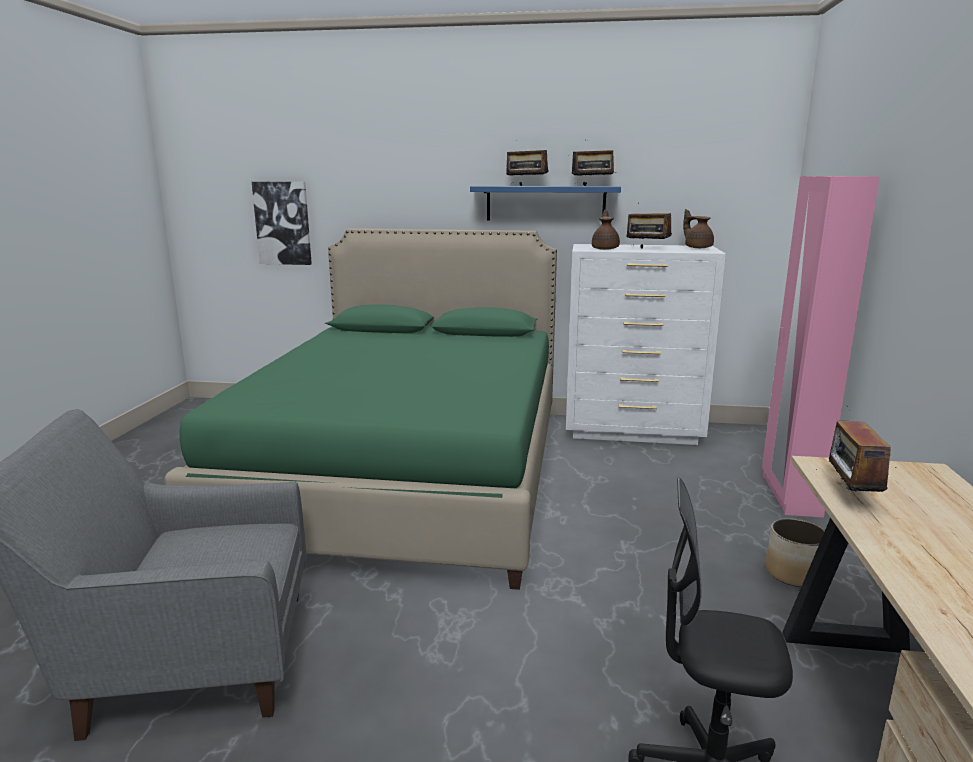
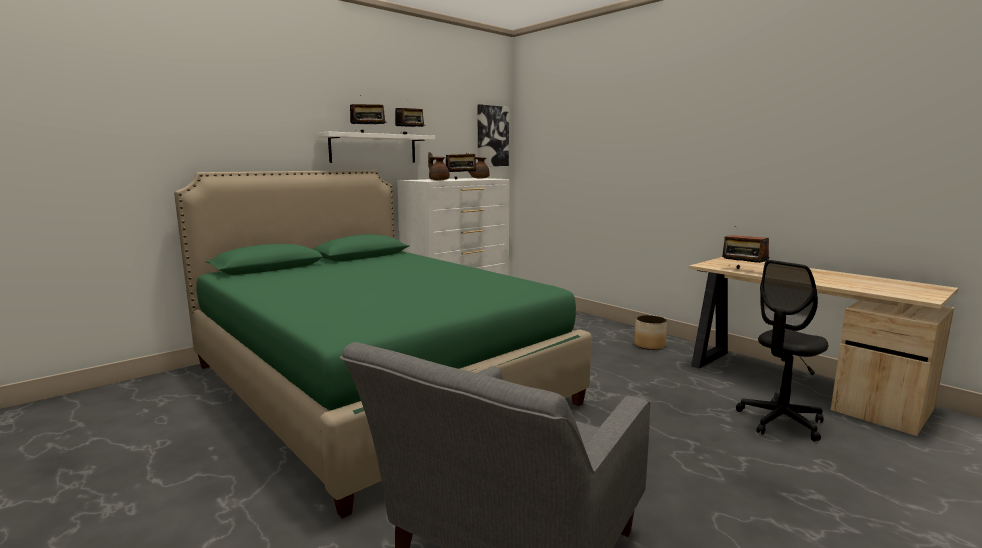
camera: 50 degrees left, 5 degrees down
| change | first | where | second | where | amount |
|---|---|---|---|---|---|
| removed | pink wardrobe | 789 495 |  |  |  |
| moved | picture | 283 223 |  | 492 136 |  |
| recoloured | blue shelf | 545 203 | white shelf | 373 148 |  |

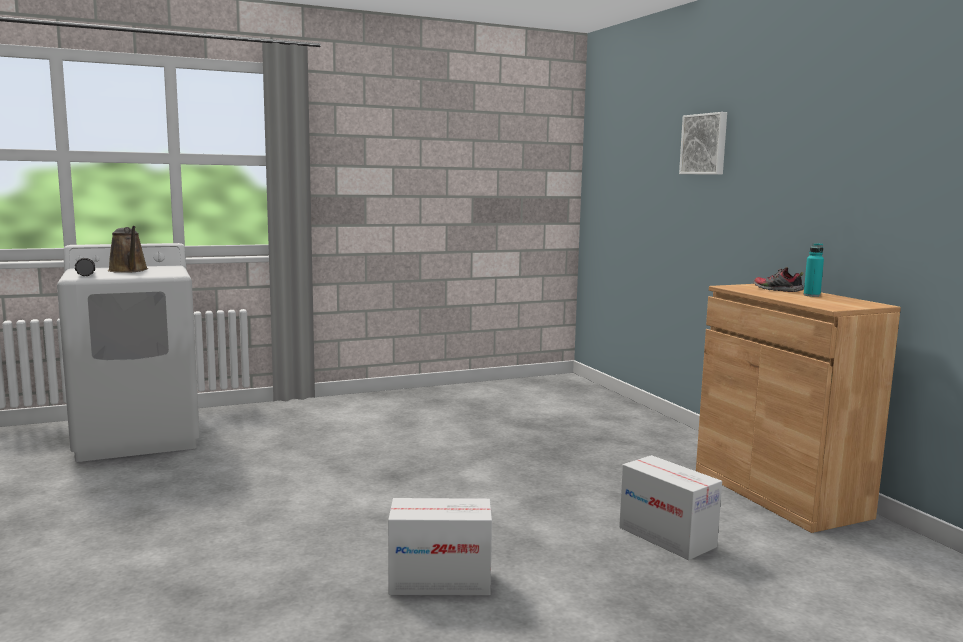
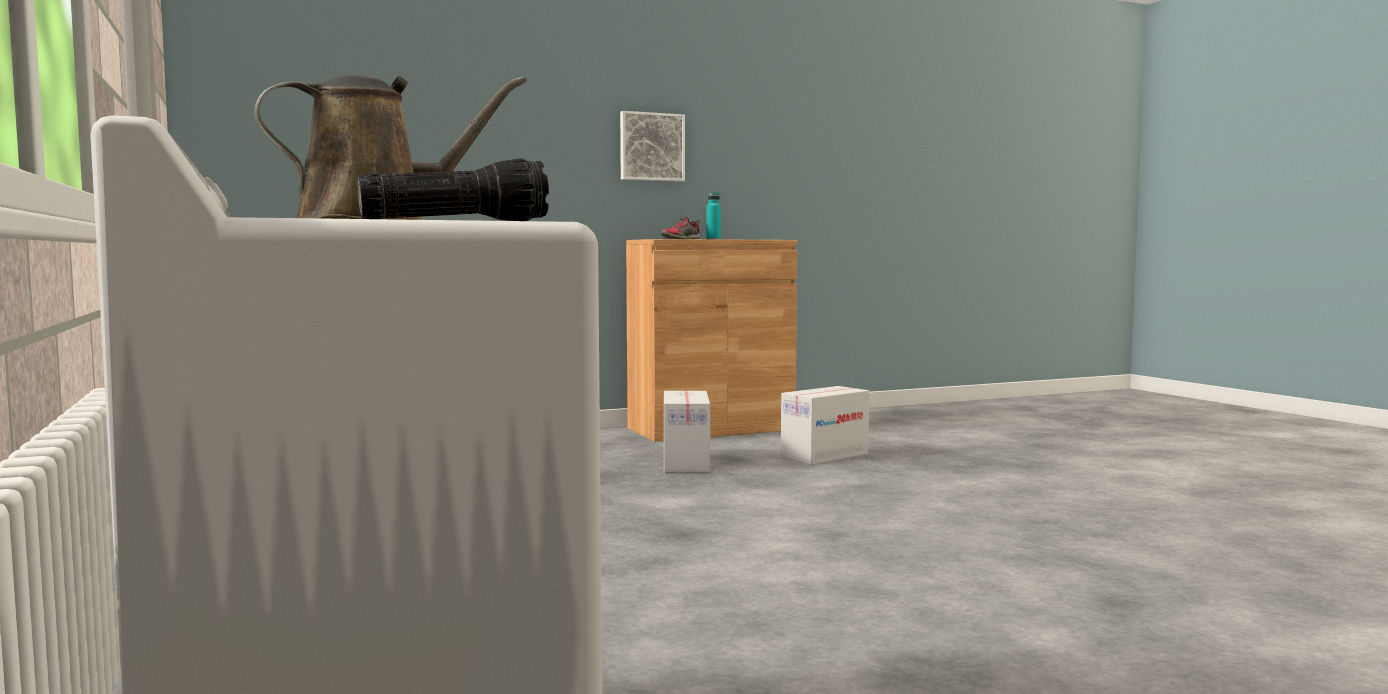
camera: 90 degrees left, 5 degrees down
| change | first | where | second | where | amount |
|---|---|---|---|---|---|
| moved | cardboard box | 440 581 |  | 685 463 |  |
| moved | picture | 705 144 |  | 651 147 |  |

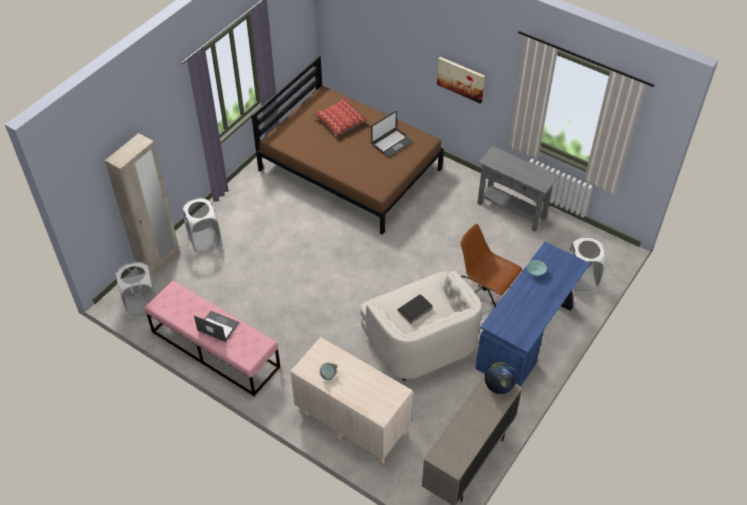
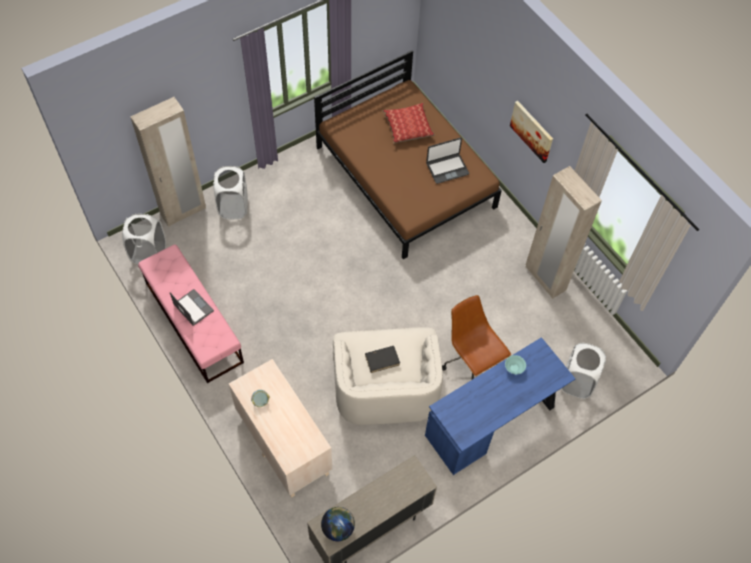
camera: 20 degrees right, 10 degrees up
| change | first | where | second | where | amount |
|---|---|---|---|---|---|
| moved | globe | 498 386 |  | 338 528 |  |
| replaced | grey console table | 511 210 | beige wardrobe | 545 279 |  |

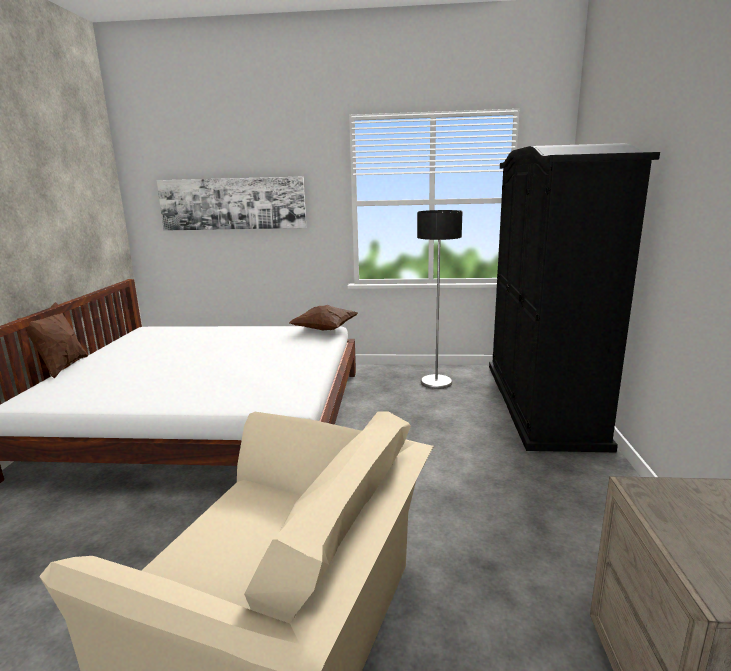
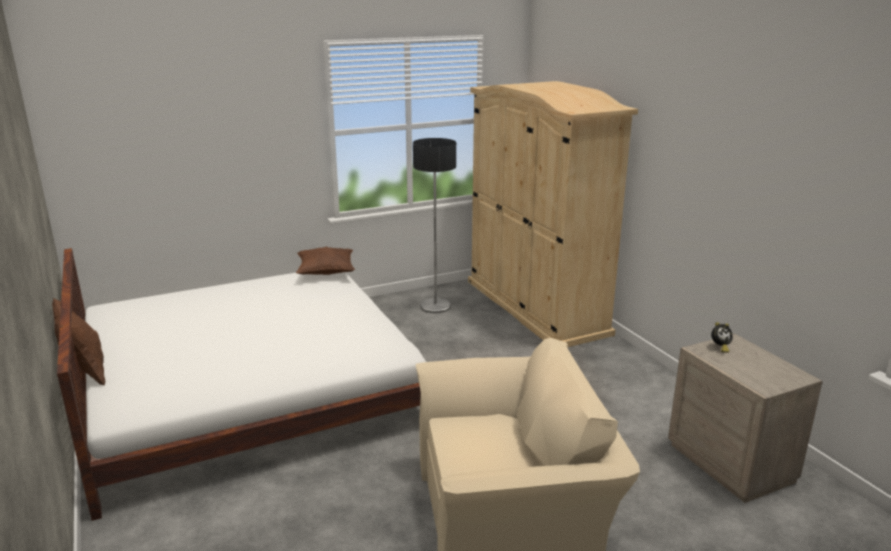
camera: 30 degrees left, 5 degrees up
| change | first | where | second | where | amount |
|---|---|---|---|---|---|
| removed | picture | 232 204 |  |  |  |
| added |  |  | alarm clock | 719 347 |  |
| recoloured | black wardrobe | 541 402 | beige wardrobe | 535 306 |  |

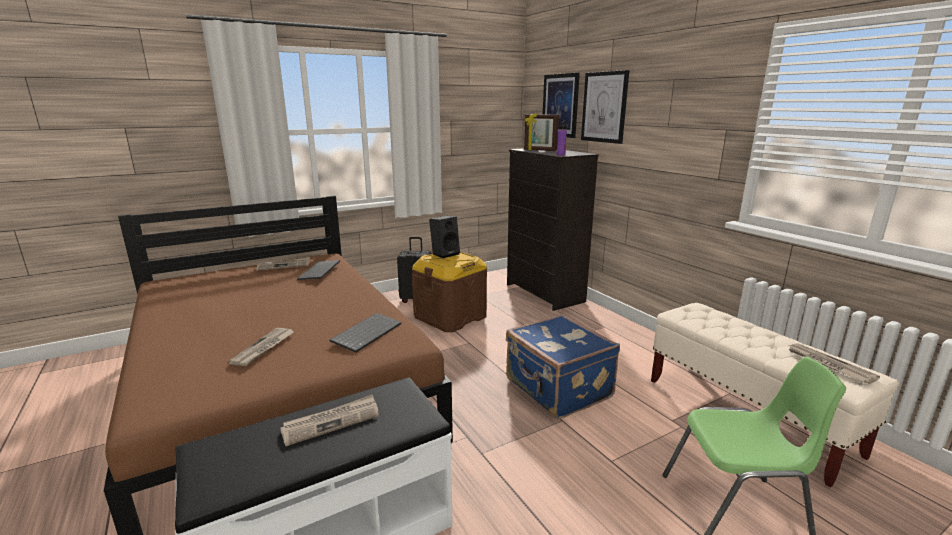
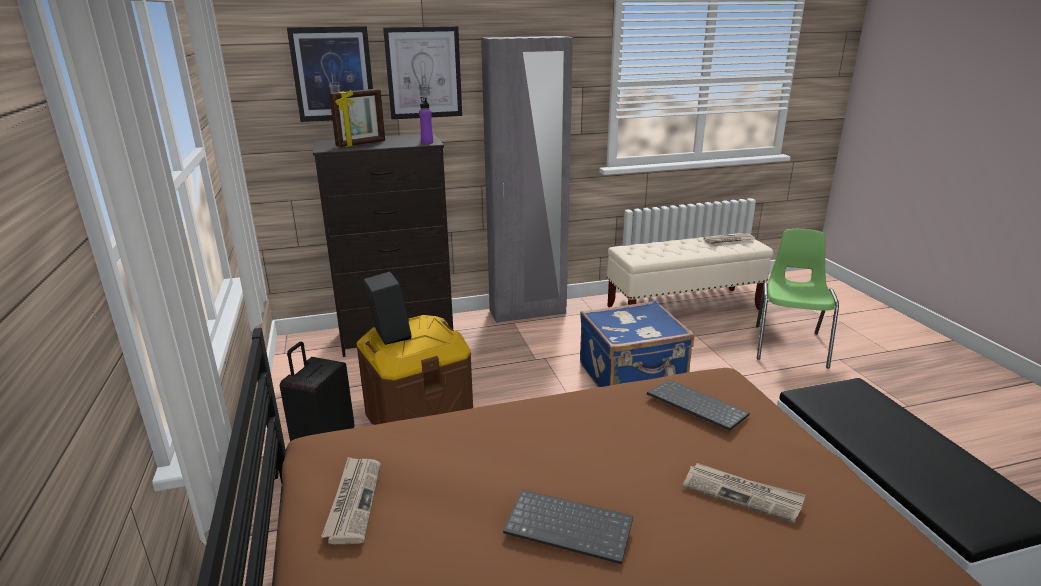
camera: 75 degrees left, 5 degrees up
| change | first | where | second | where | amount |
|---|---|---|---|---|---|
| removed | newspaper | 332 421 |  |  |  |
| added |  |  | grey wardrobe | 527 312 |  |
| moved | keyboard | 320 271 |  | 570 526 |  |

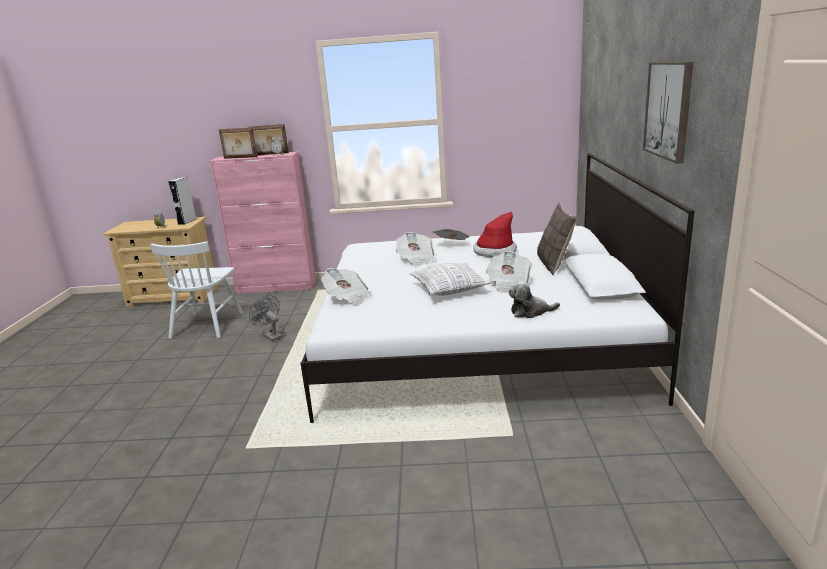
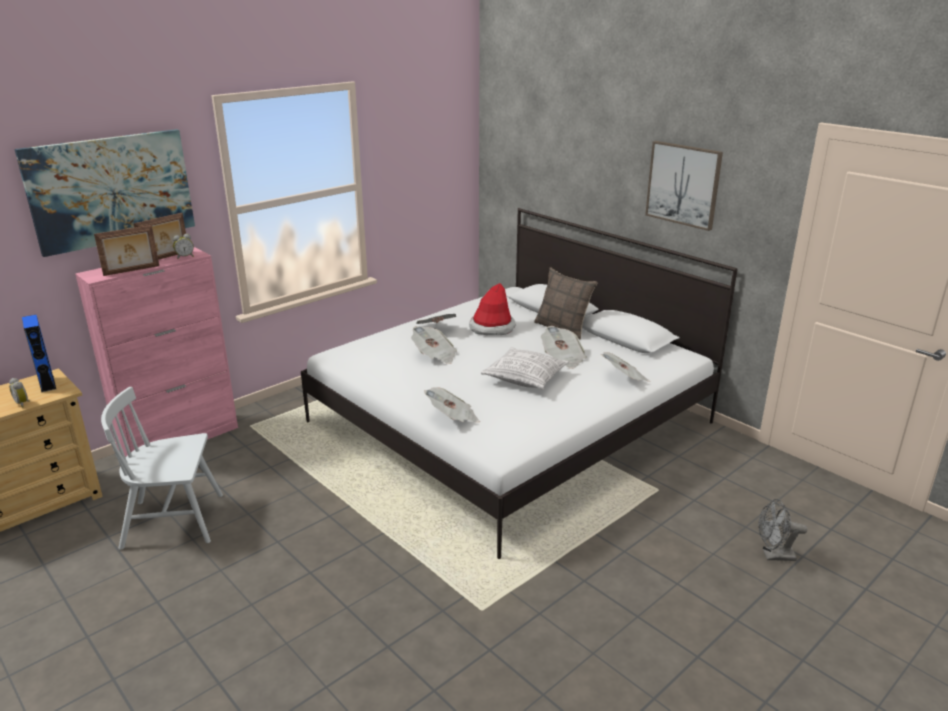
camera: 45 degrees left, 5 degrees up
| change | first | where | second | where | amount |
|---|---|---|---|---|---|
| added |  |  | picture | 111 190 |  |
| moved | grey fan | 270 336 |  | 773 555 |  |
| replaced | plush toy | 530 312 | newspaper | 624 379 |  |
| recoloured | grey speaker | 187 221 | blue speaker | 47 384 |  |
| turned | white chair | 207 325 |  | 174 521 | 120 degrees clockwise |

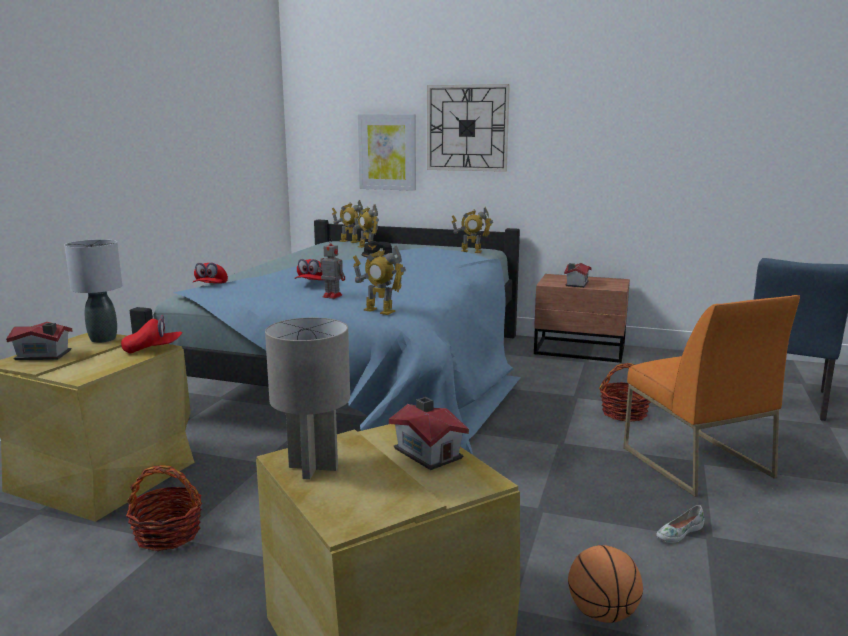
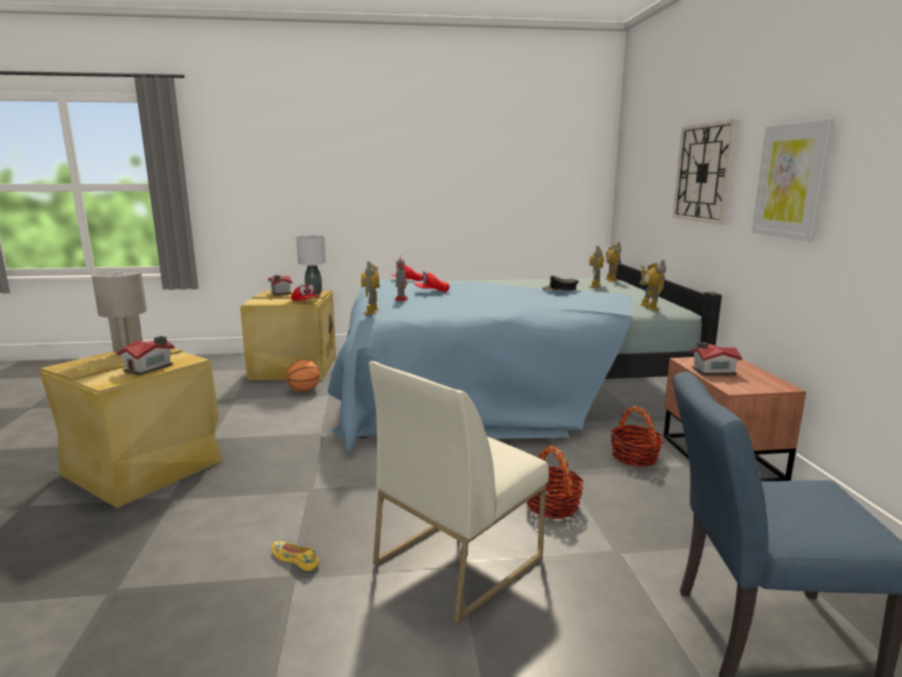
camera: 65 degrees right, 0 degrees up
| change | first | where | second | where | amount |
|---|---|---|---|---|---|
| moved | basket | 168 534 |  | 634 457 |  |
| moved | picture | 387 152 |  | 791 181 |  |
| moved | basketball | 602 614 |  | 304 391 |  |
| recoloured | orange chair | 694 462 | white chair | 458 559 |  |
| recoloured | white shoe | 678 532 | yellow shoe | 295 559 |  |

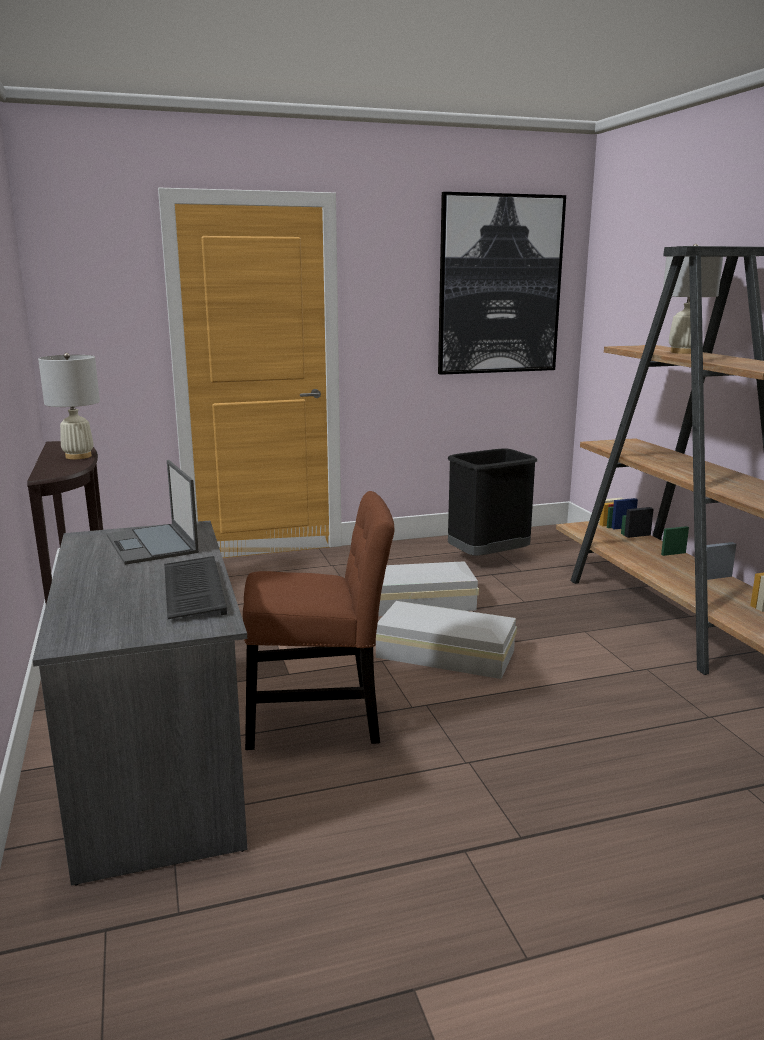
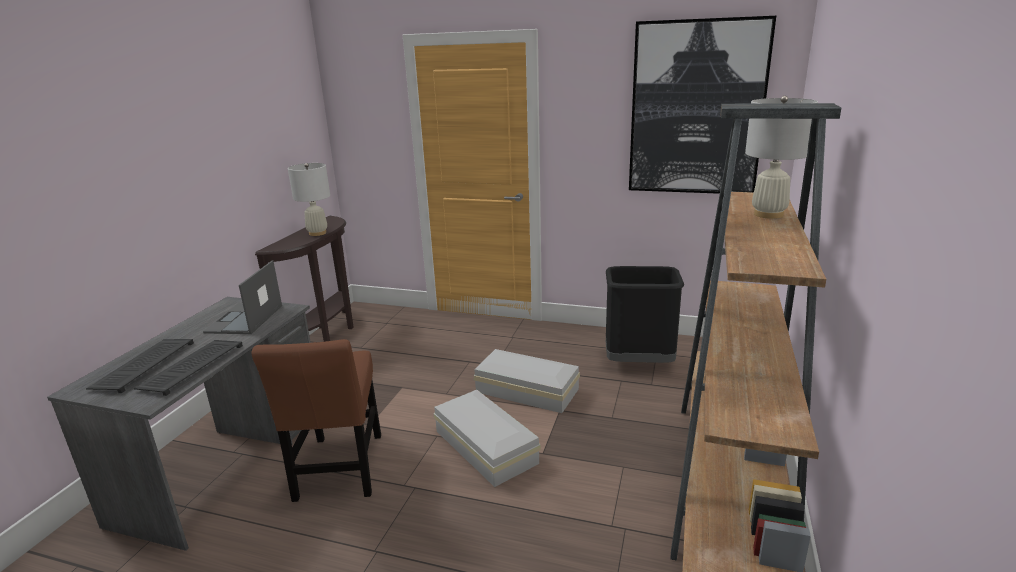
camera: 35 degrees right, 5 degrees up
| change | first | where | second | where | amount |
|---|---|---|---|---|---|
| added |  |  | keyboard | 144 365 |  |
| turned | brown chair | 320 720 |  | 339 470 | 60 degrees clockwise |

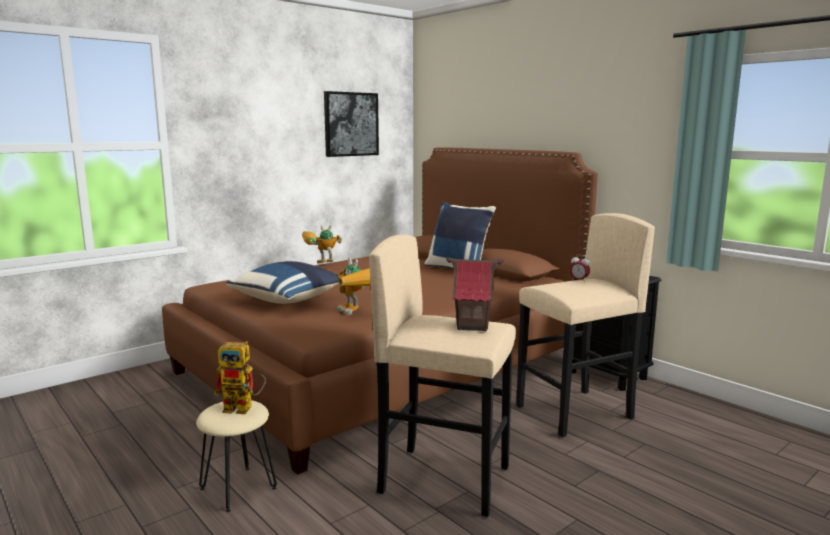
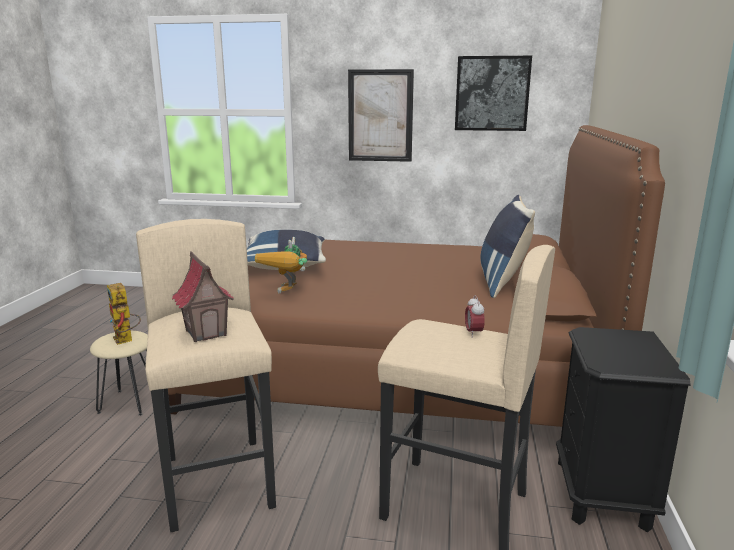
camera: 50 degrees right, 5 degrees up
| change | first | where | second | where | amount |
|---|---|---|---|---|---|
| removed | toy robot | 320 265 |  |  |  |
| added |  |  | picture | 380 116 |  |

